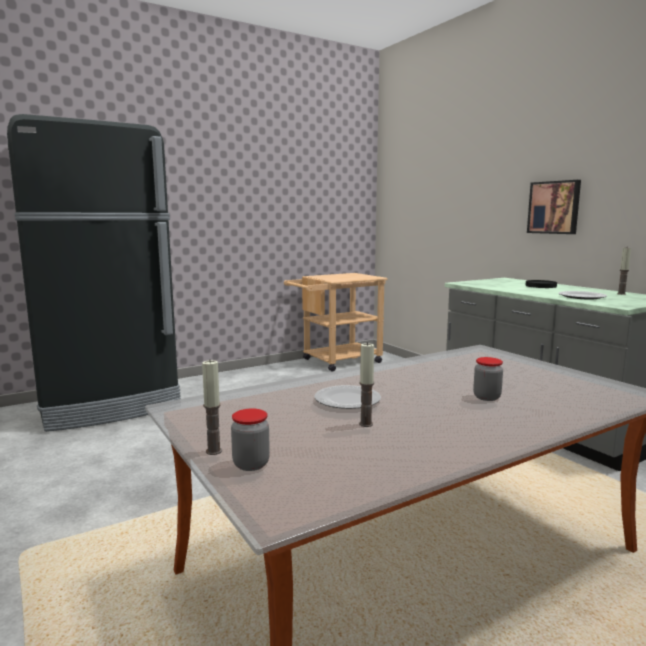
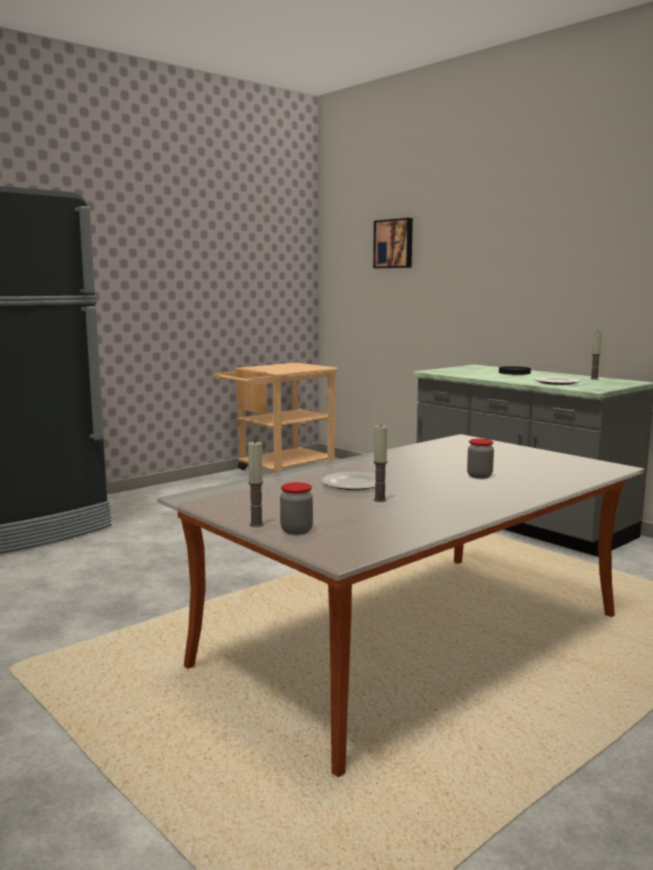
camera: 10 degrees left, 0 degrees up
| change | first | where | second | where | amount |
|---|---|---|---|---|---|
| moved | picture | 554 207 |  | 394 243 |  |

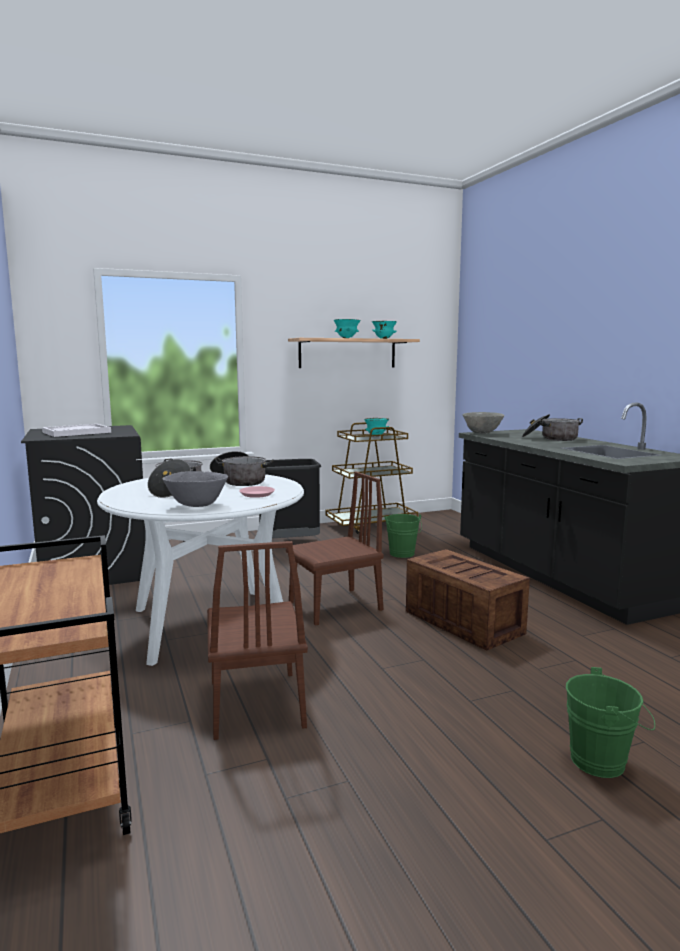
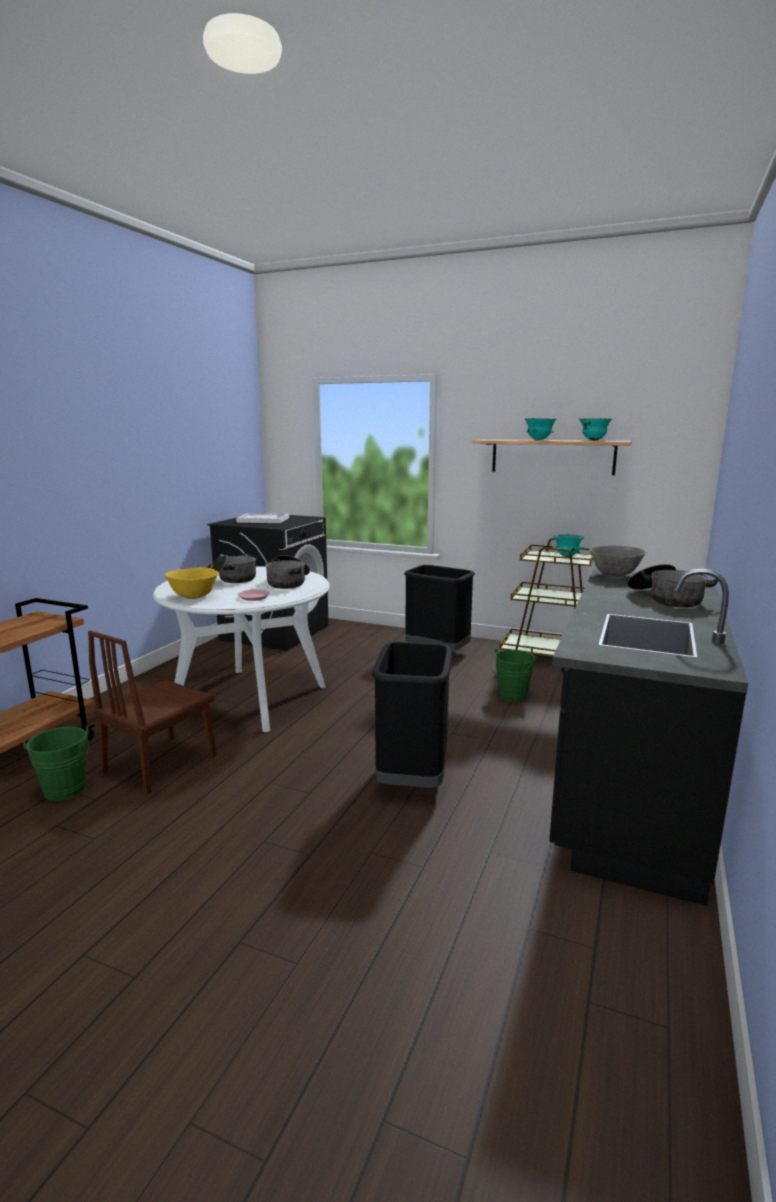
camera: 45 degrees right, 5 degrees up
| change | first | where | second | where | amount |
|---|---|---|---|---|---|
| removed | brown chair | 335 606 |  |  |  |
| moved | green bucket | 604 762 |  | 65 792 |  |
| replaced | crate | 461 621 | black trash can | 411 779 |  |
| recoloured | grey bowl | 196 505 | yellow bowl | 193 597 |  |

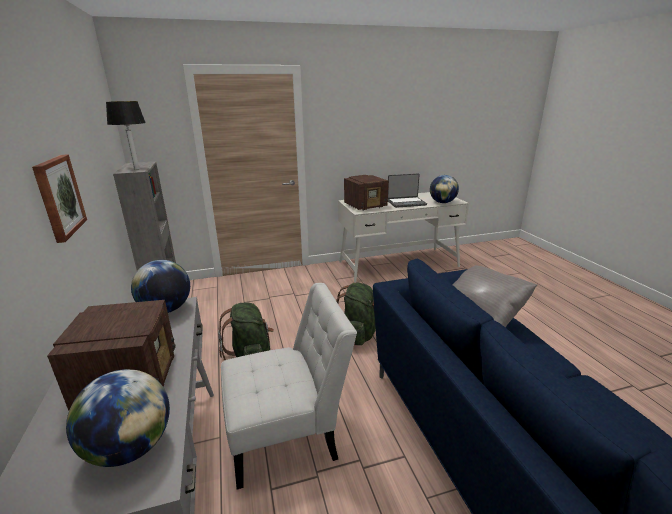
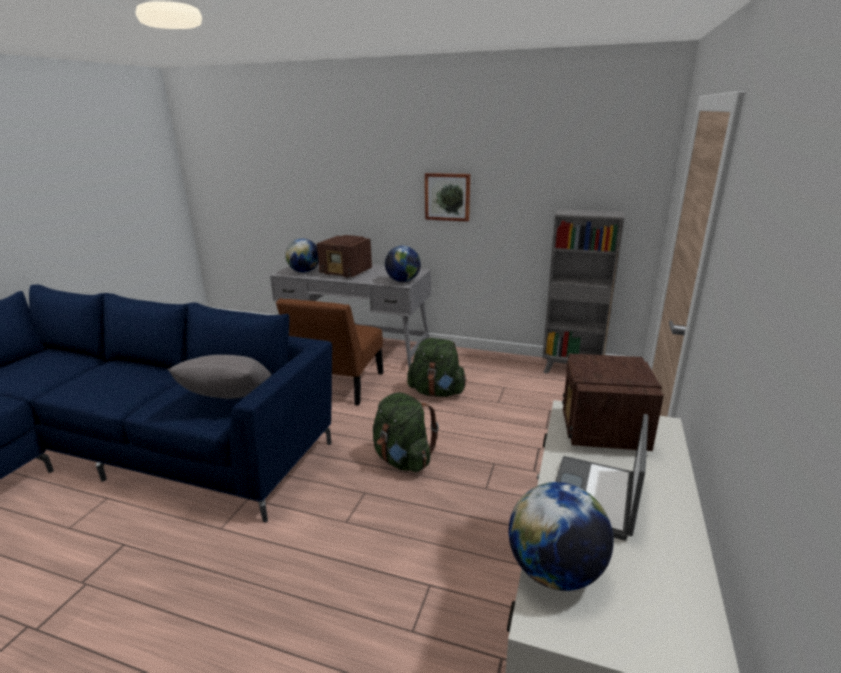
camera: 125 degrees right, 0 degrees up
| change | first | where | second | where | amount |
|---|---|---|---|---|---|
| removed | table lamp | 137 169 |  |  |  |
| recoloured | white chair | 288 434 | brown chair | 338 387 |  |

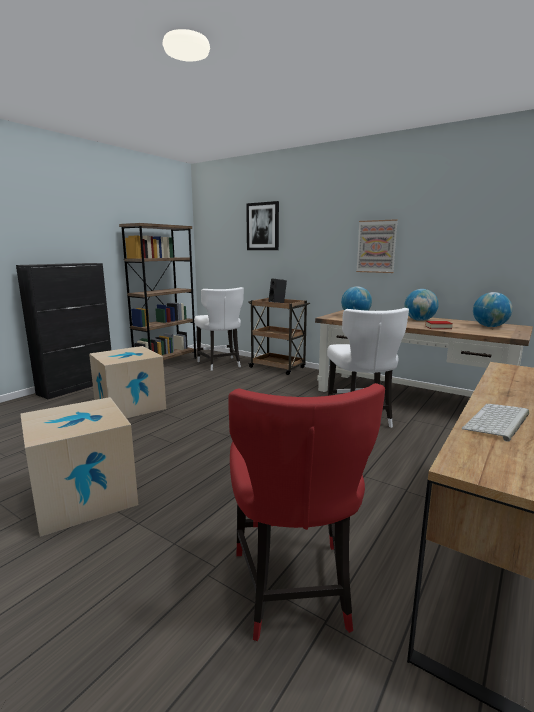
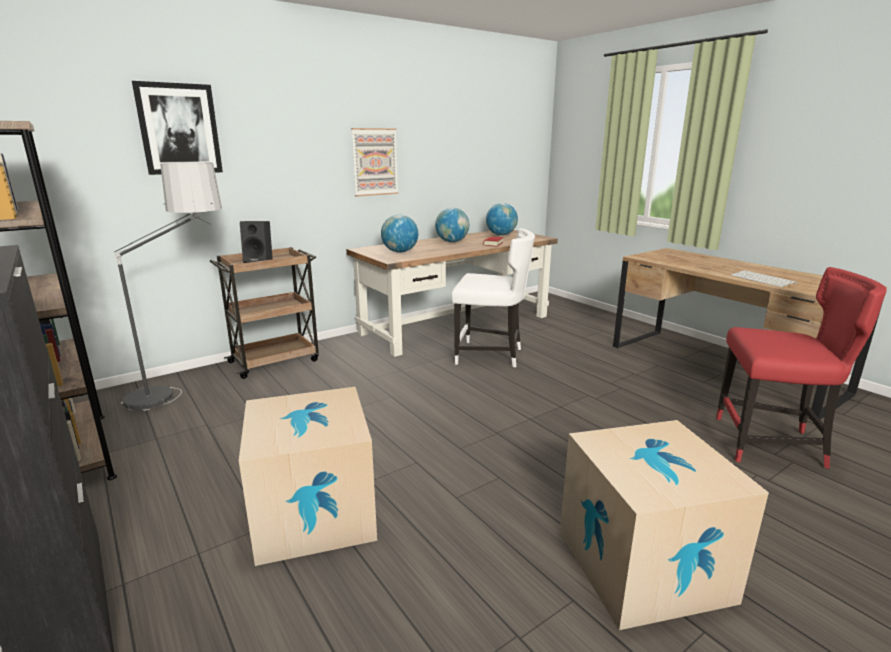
camera: 70 degrees left, 5 degrees up
| change | first | where | second | where | amount |
|---|---|---|---|---|---|
| replaced | white chair | 220 364 | floor lamp | 186 399 |  |

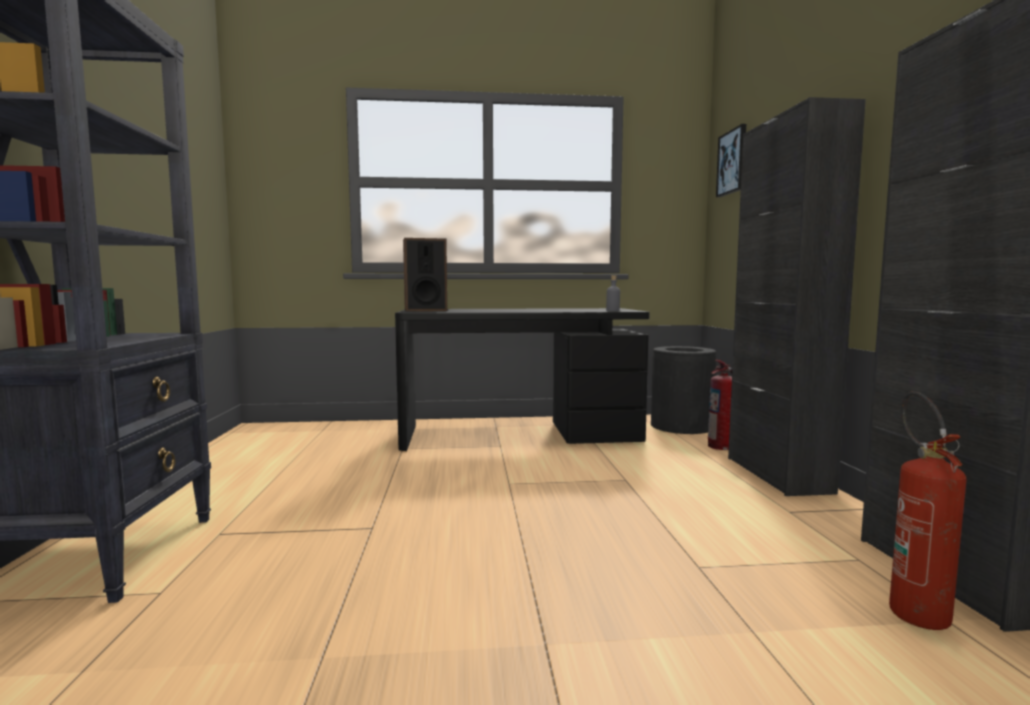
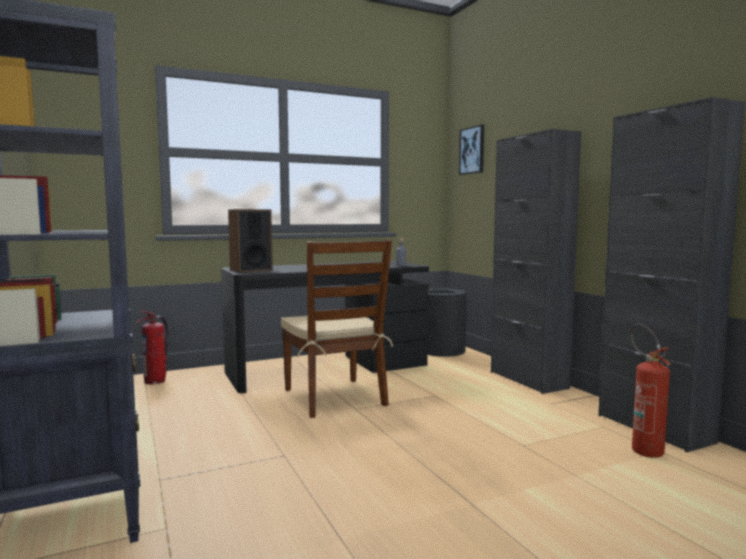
camera: 20 degrees left, 0 degrees up
| change | first | where | second | where | amount |
|---|---|---|---|---|---|
| added |  |  | brown chair | 335 397 |  |
| moved | fire extinguisher | 721 446 |  | 155 381 |  |

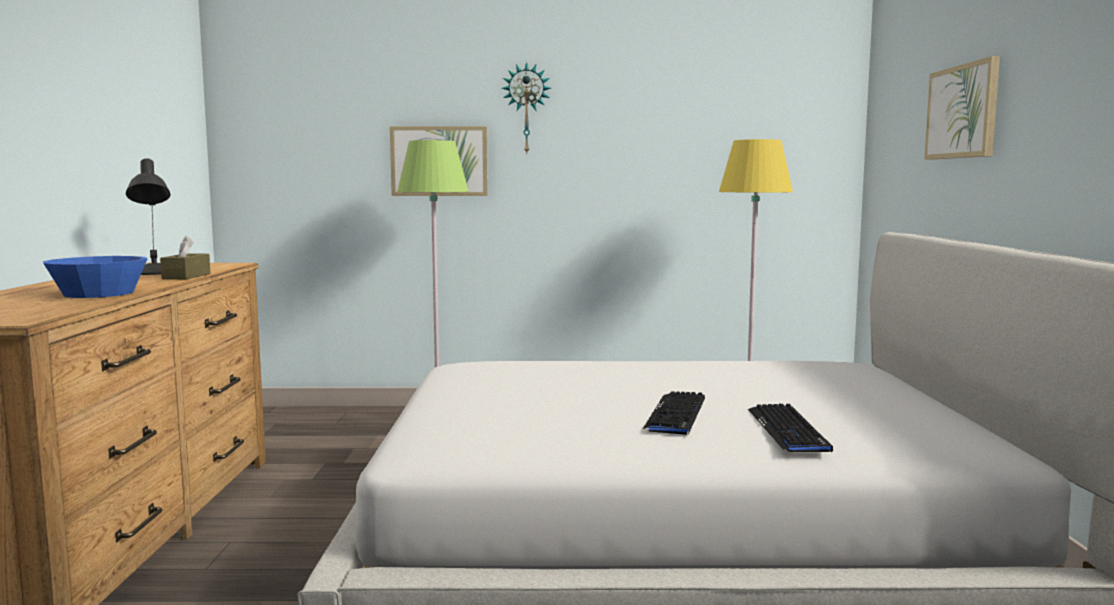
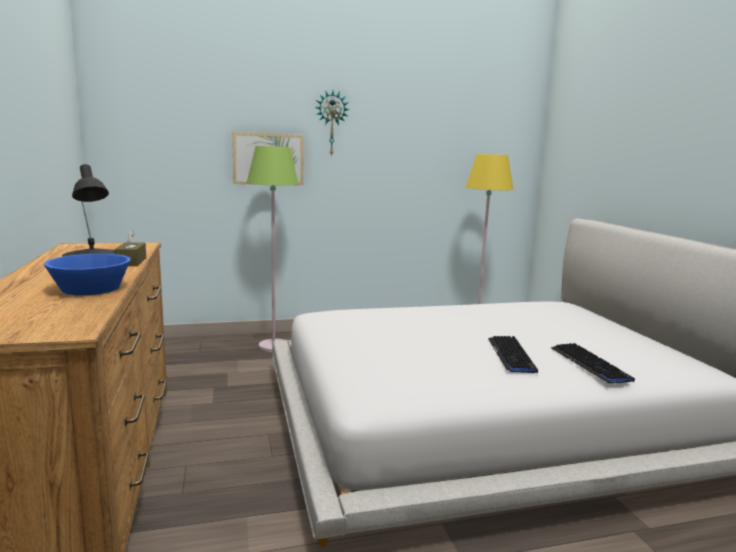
camera: 15 degrees left, 5 degrees up
| change | first | where | second | where | amount |
|---|---|---|---|---|---|
| removed | picture | 962 112 |  |  |  |

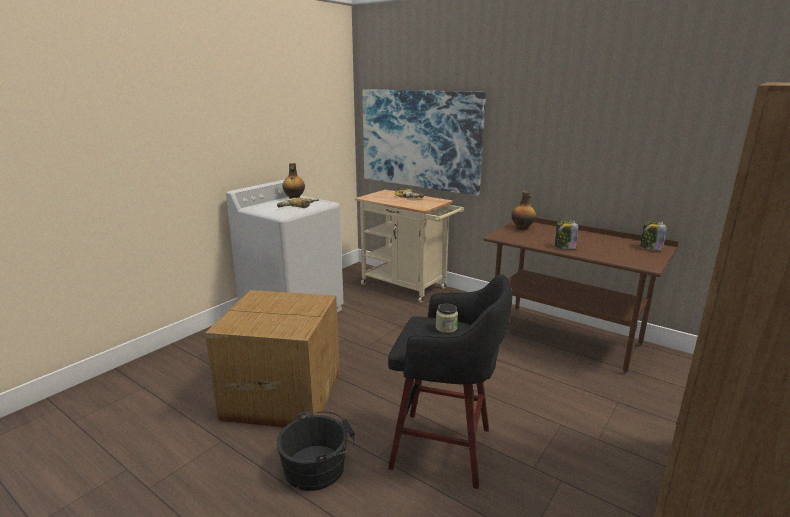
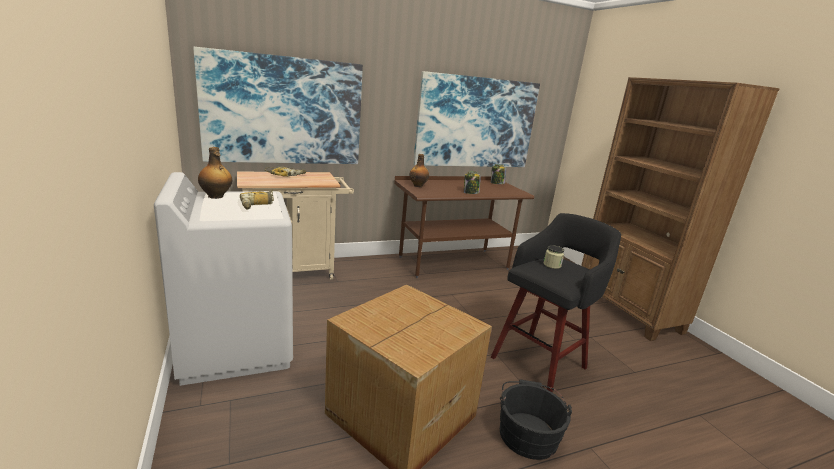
camera: 60 degrees left, 0 degrees up
| change | first | where | second | where | amount |
|---|---|---|---|---|---|
| added |  |  | picture | 476 123 |  |

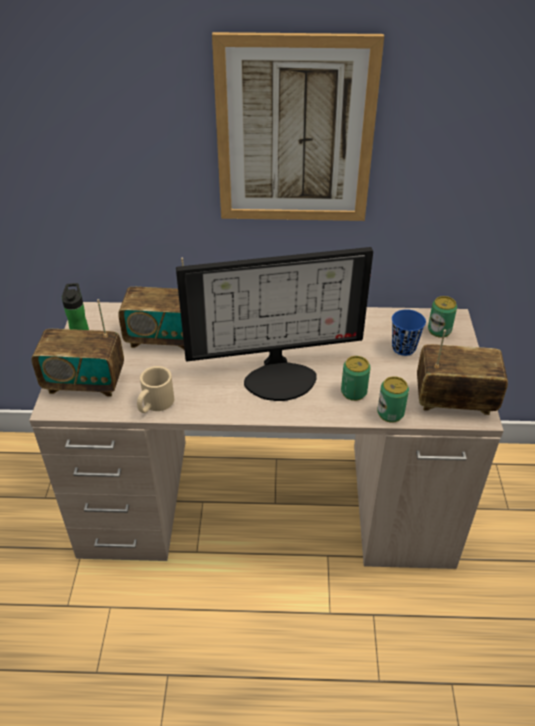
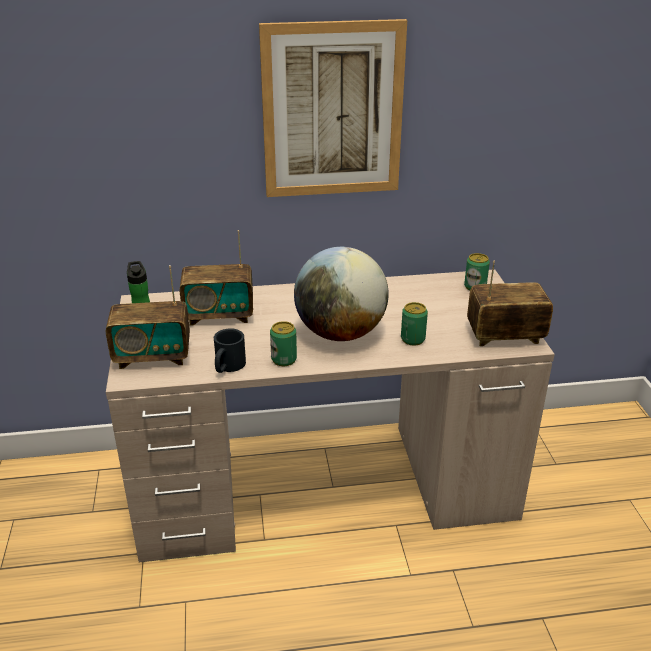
camera: 10 degrees left, 10 degrees down
| change | first | where | second | where | amount |
|---|---|---|---|---|---|
| removed | blue cup | 403 348 |  |  |  |
| moved | can | 390 413 |  | 284 359 |  |
| replaced | monitor | 280 375 | globe | 340 333 |  |
| recoloured | beige mug | 154 405 | black mug | 227 367 |  |

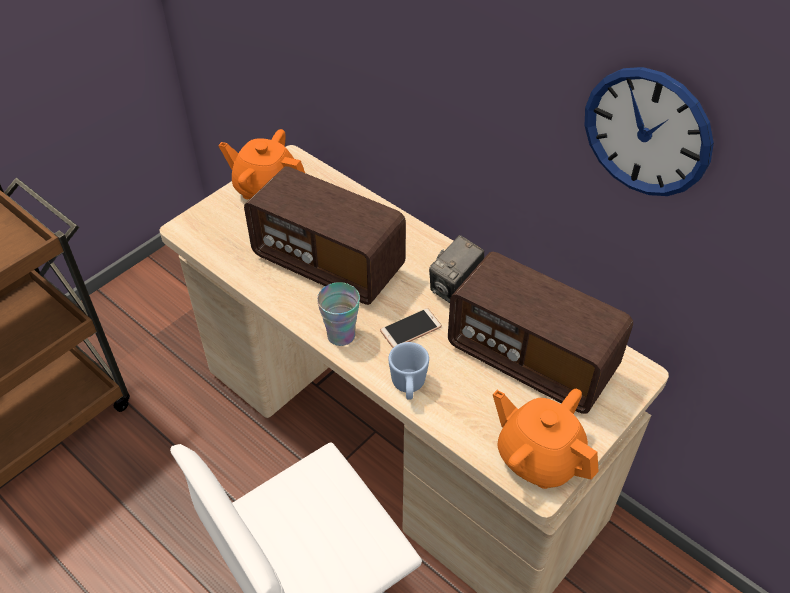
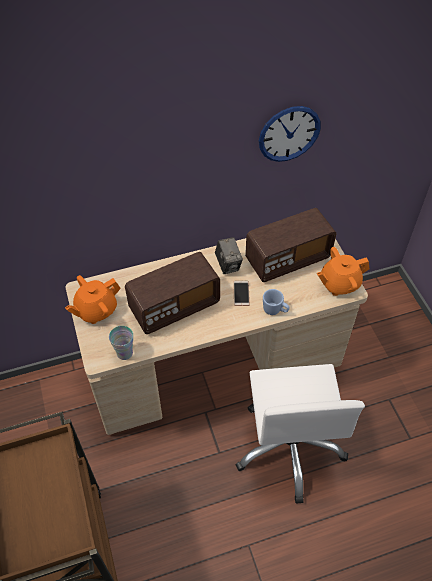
camera: 60 degrees left, 5 degrees up
| change | first | where | second | where | amount |
|---|---|---|---|---|---|
| moved | cup | 341 335 |  | 124 353 |  |

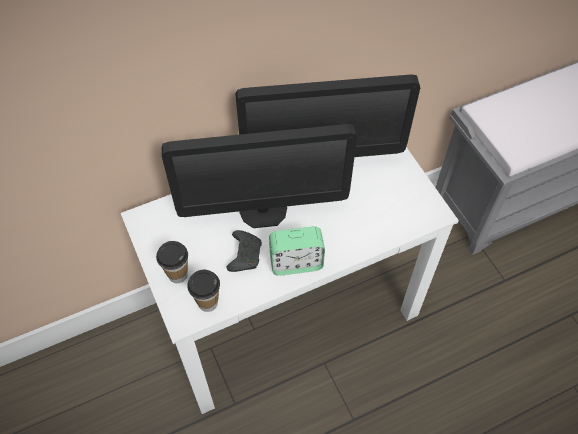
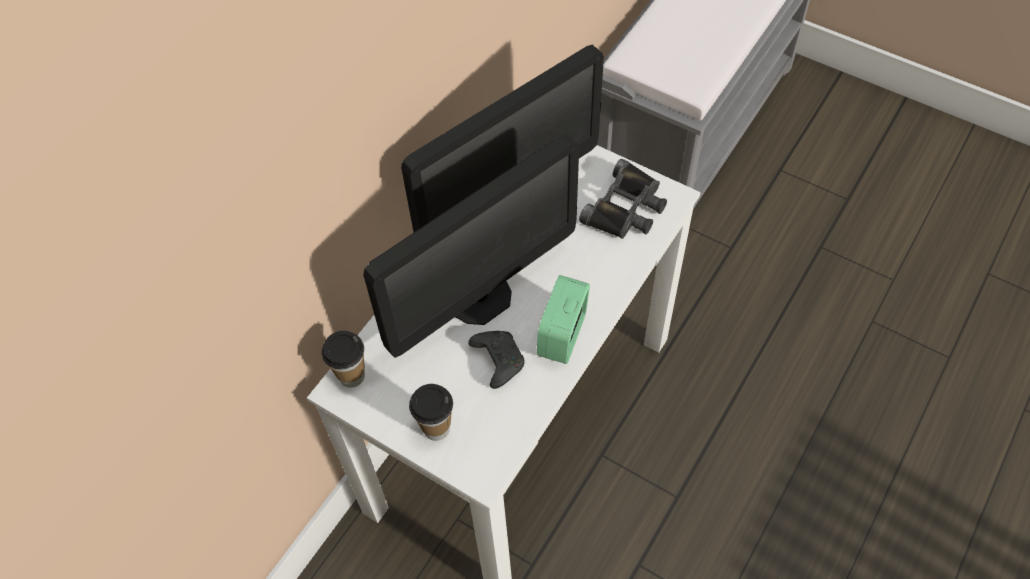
camera: 30 degrees left, 0 degrees up
| change | first | where | second | where | amount |
|---|---|---|---|---|---|
| added |  |  | black binoculars | 626 208 |  |
| moved | cup | 208 303 |  | 351 376 |  |
| turned | alarm clock | 296 262 |  | 562 335 | 150 degrees clockwise |

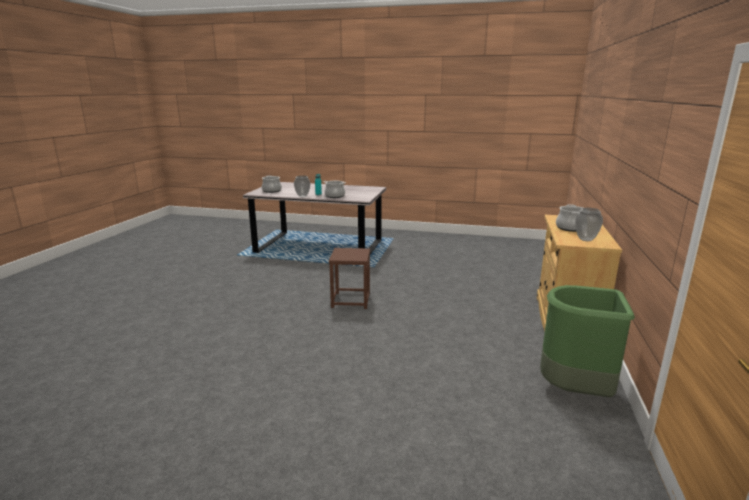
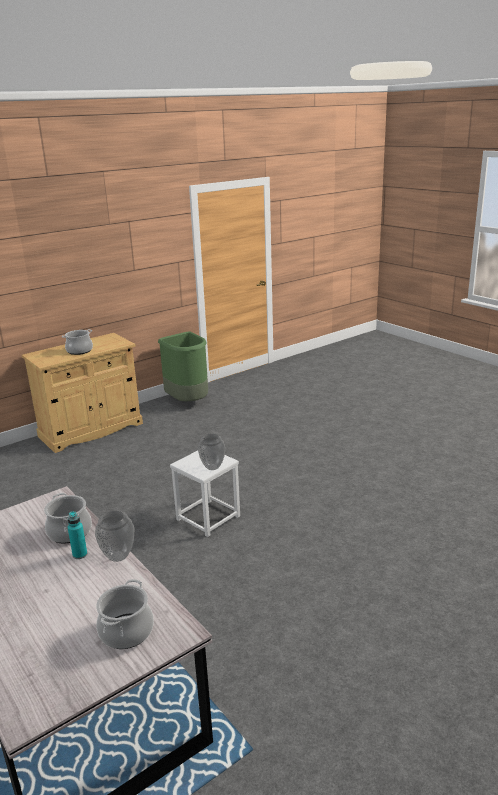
camera: 140 degrees left, 5 degrees up
| change | first | where | second | where | amount |
|---|---|---|---|---|---|
| moved | vase | 585 240 |  | 213 467 |  |
| recoloured | brown stool | 350 300 | white stool | 208 518 |  |

